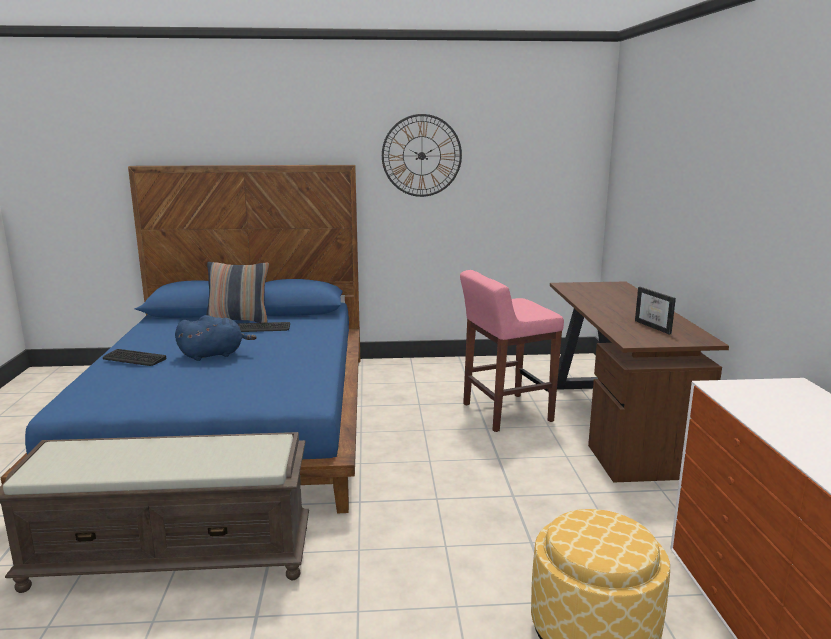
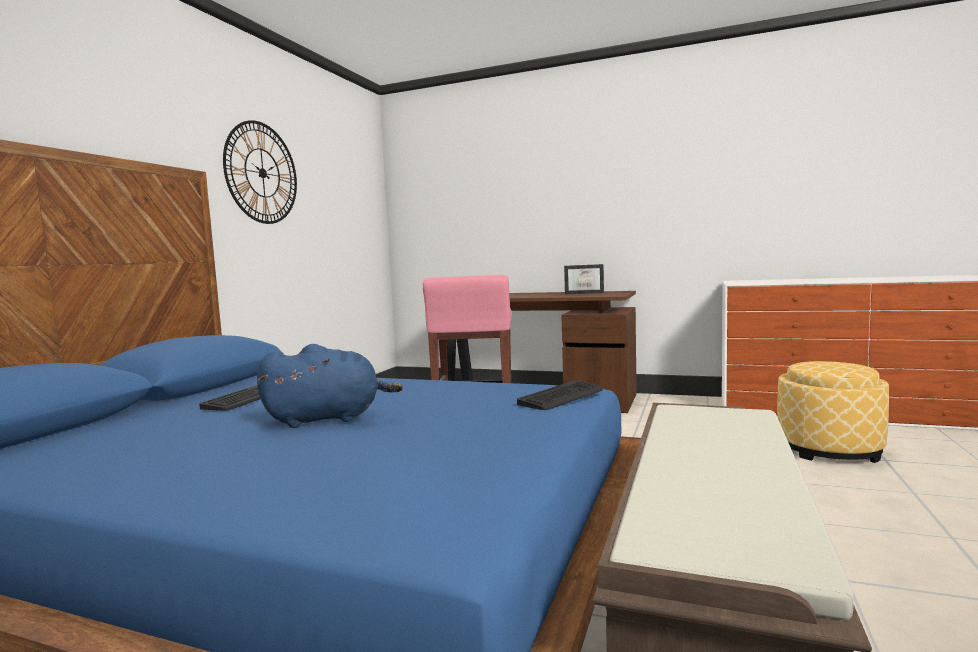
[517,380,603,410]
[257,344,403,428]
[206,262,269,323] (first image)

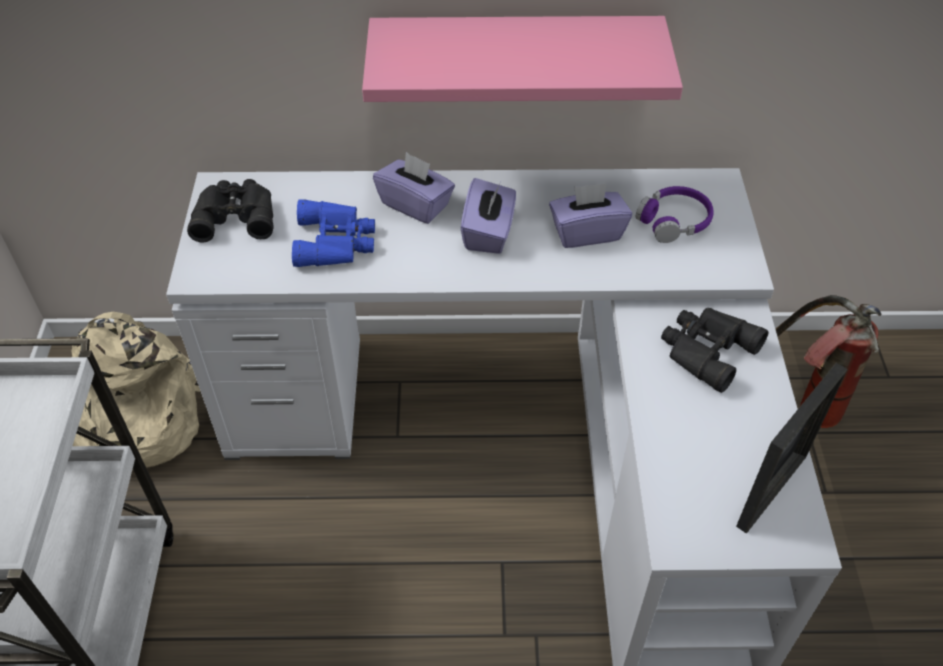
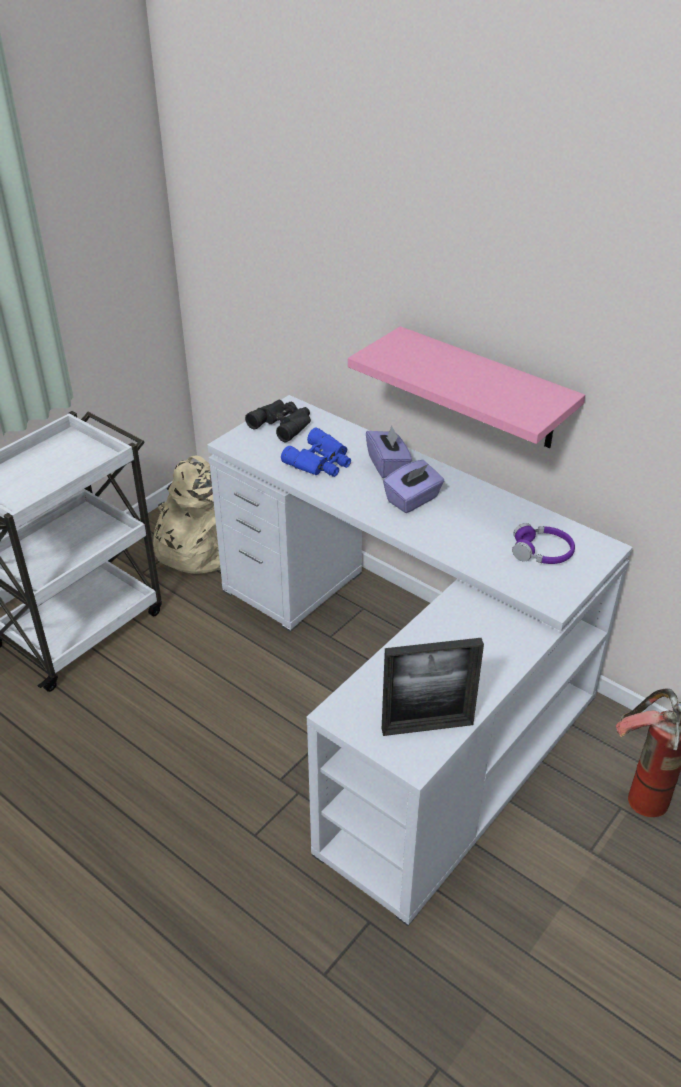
[549,183,632,248] (first image)
[661,308,769,393] (first image)

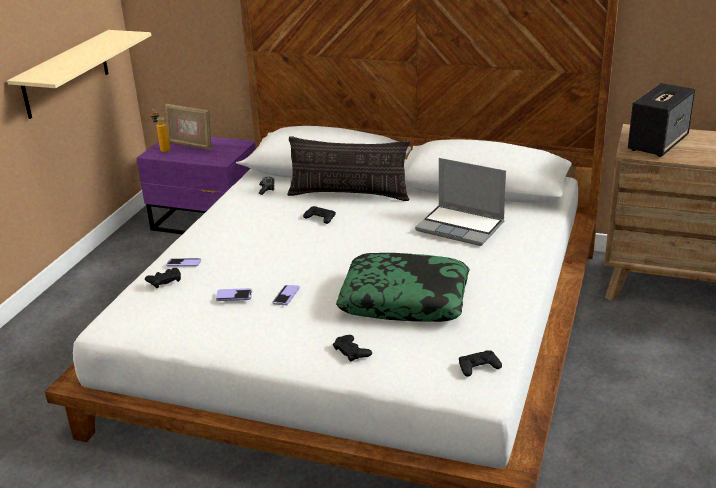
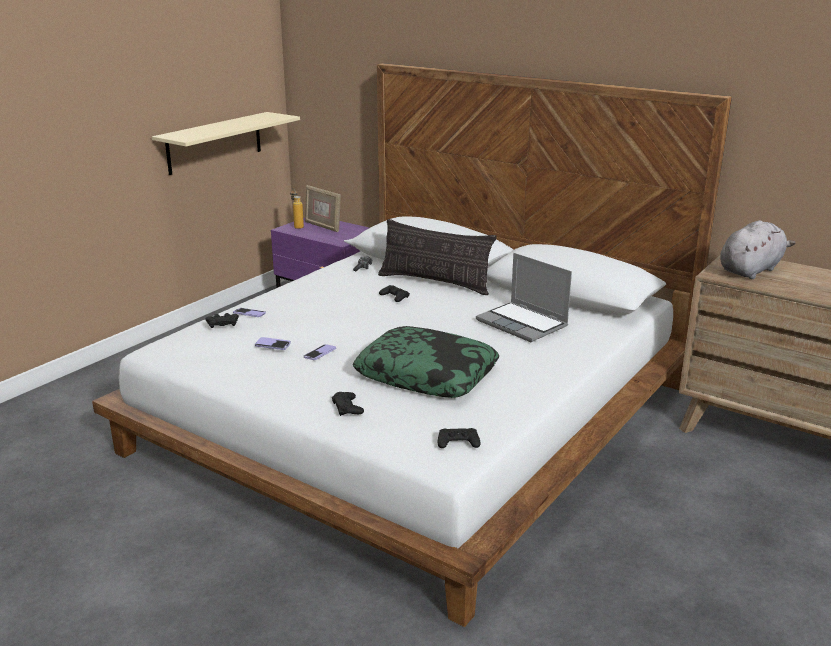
[720,220,795,279]

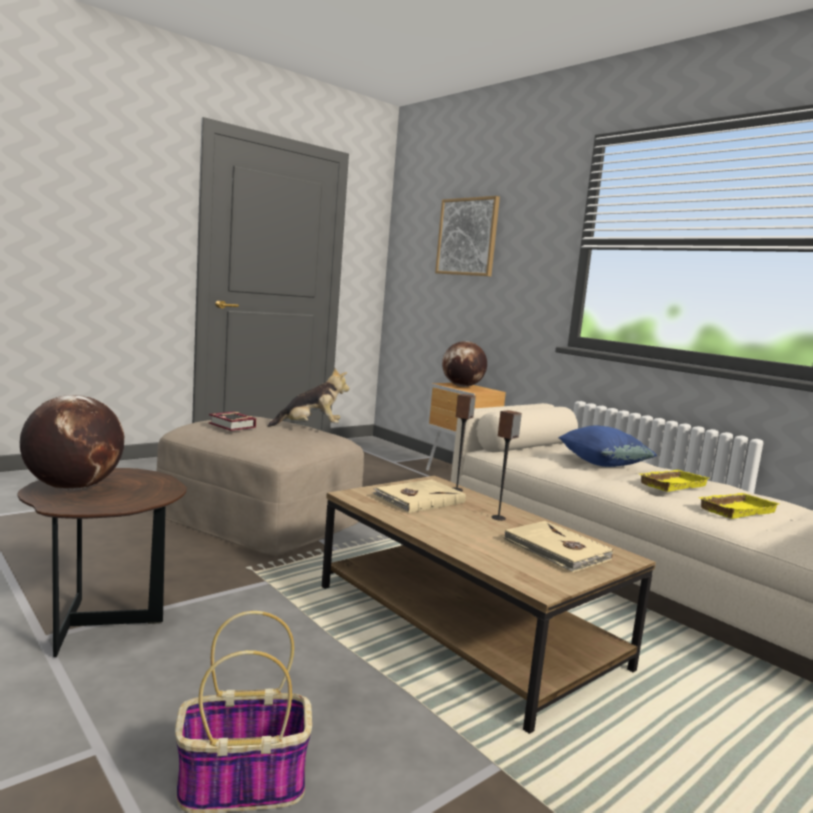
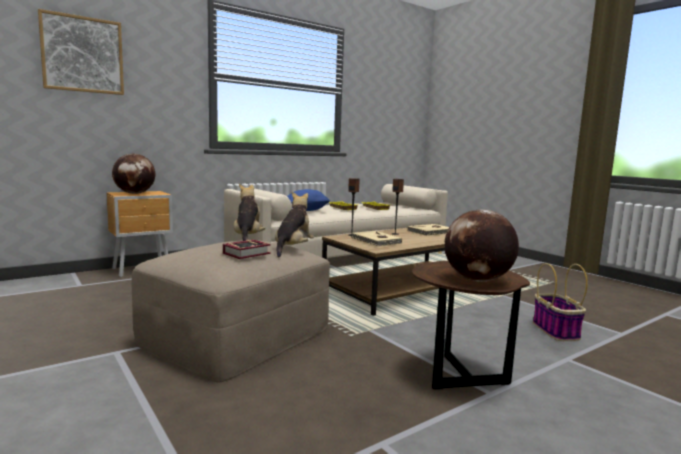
[275,192,314,257]

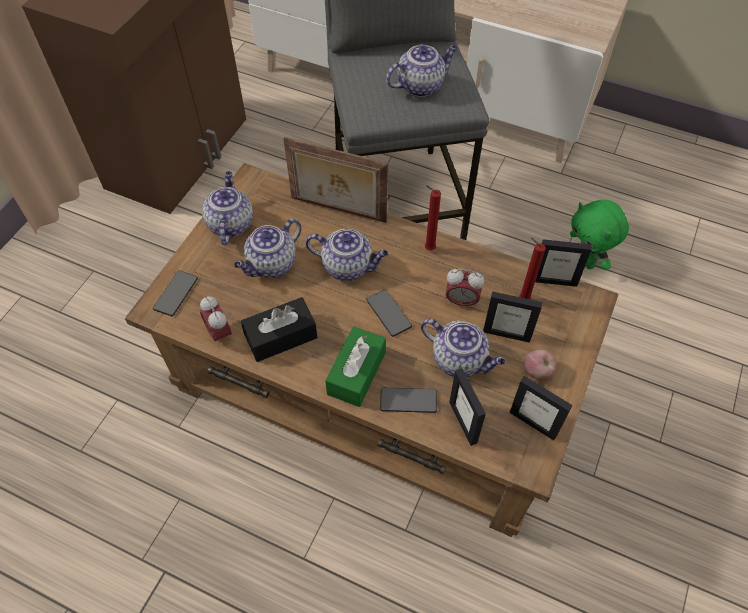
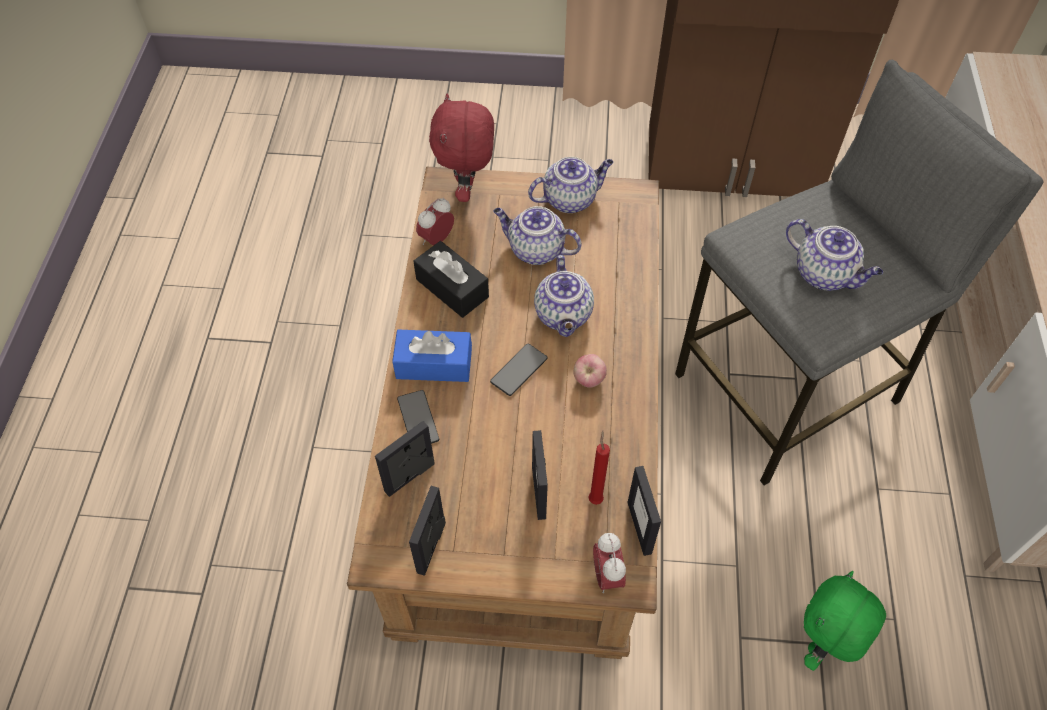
[429,93,494,202]
[284,137,388,223] (first image)
[392,330,472,382]
[421,319,505,377] (first image)
[425,185,441,251] (first image)
[593,533,626,593]
[573,354,607,388]

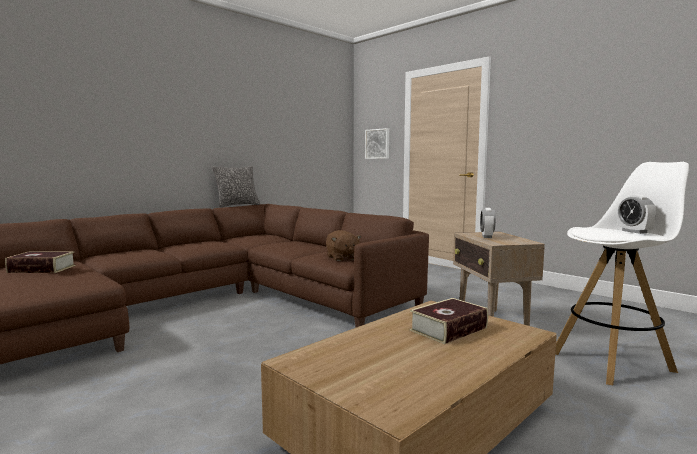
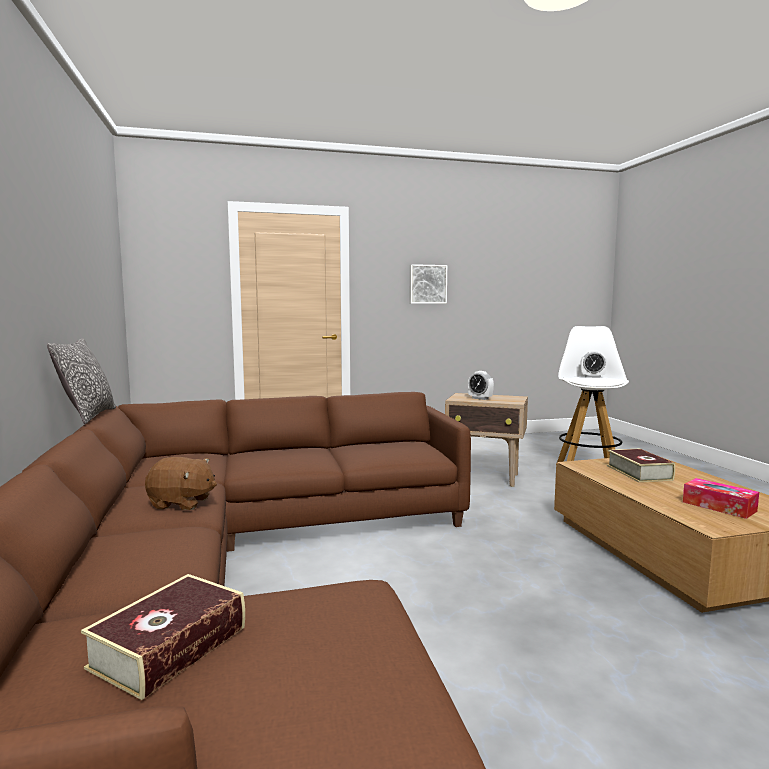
[145,457,217,510]
[410,264,447,304]
[683,478,759,519]

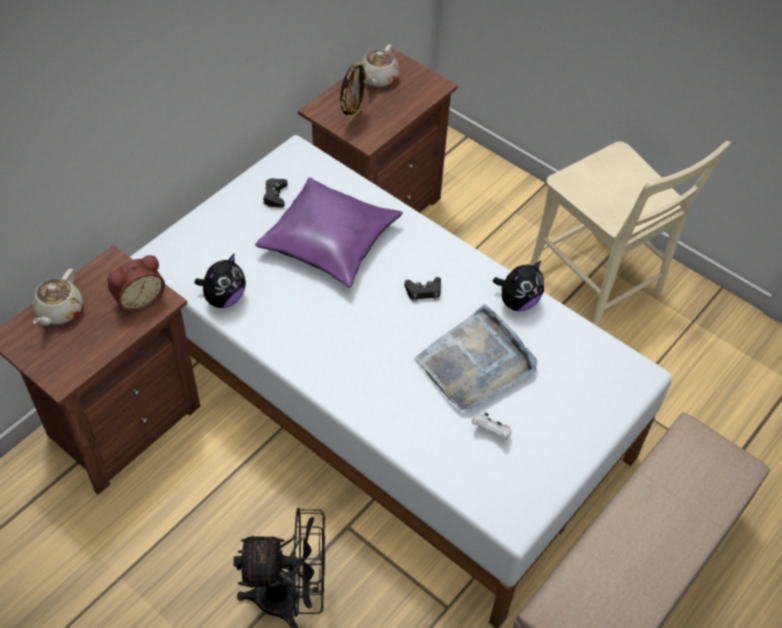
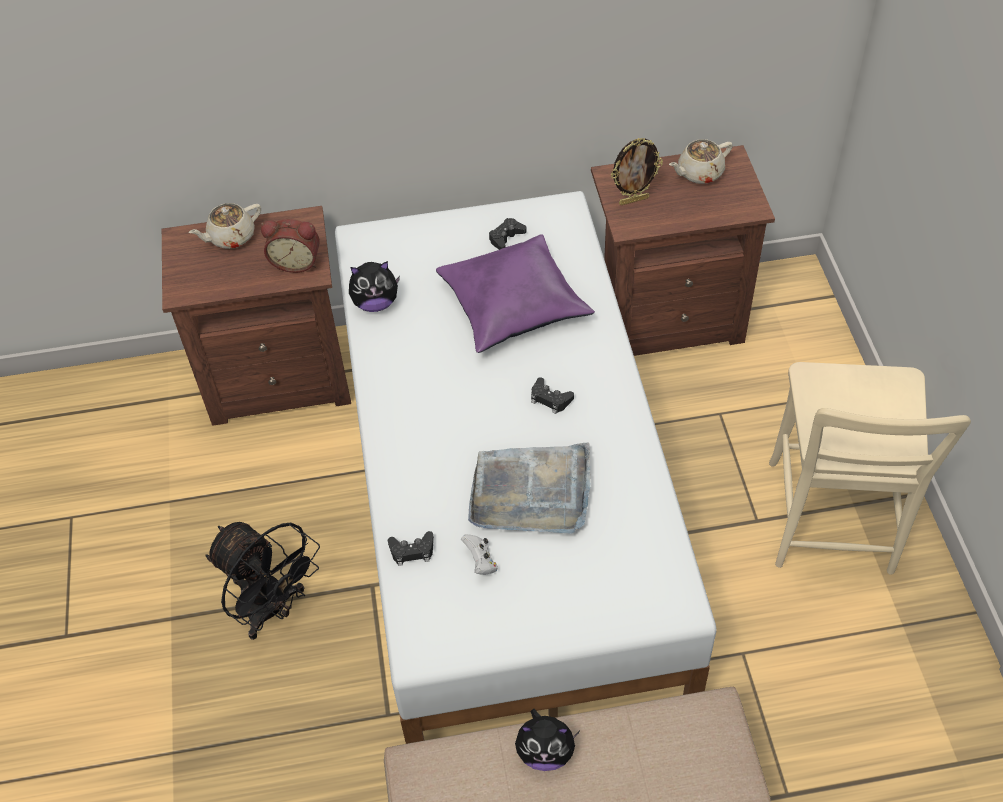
[515,709,580,771]
[388,531,434,566]

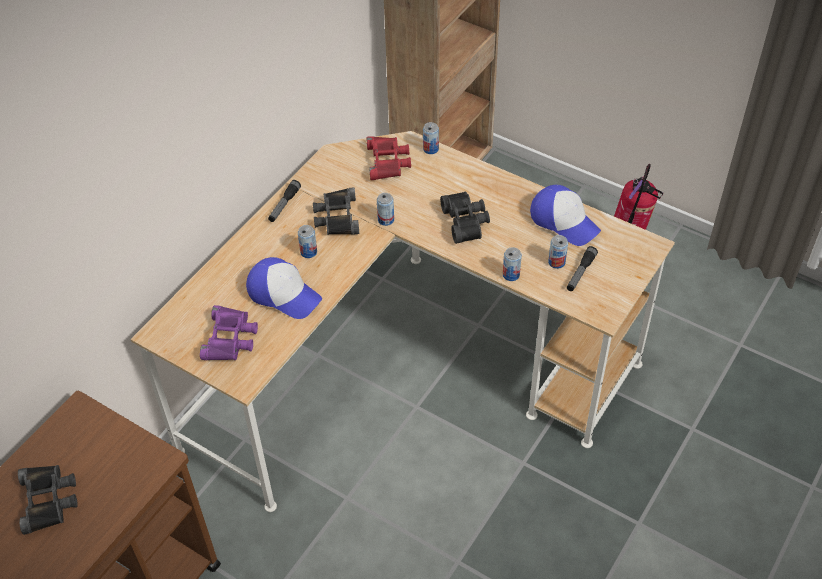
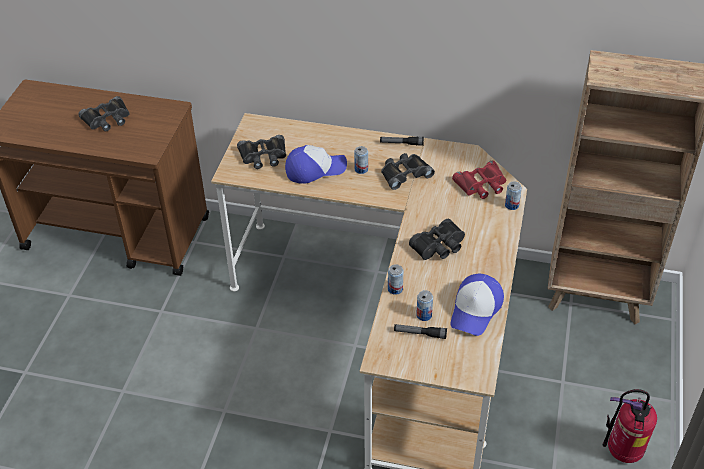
[237,135,286,169]
[285,145,347,184]
[377,193,394,226] (first image)

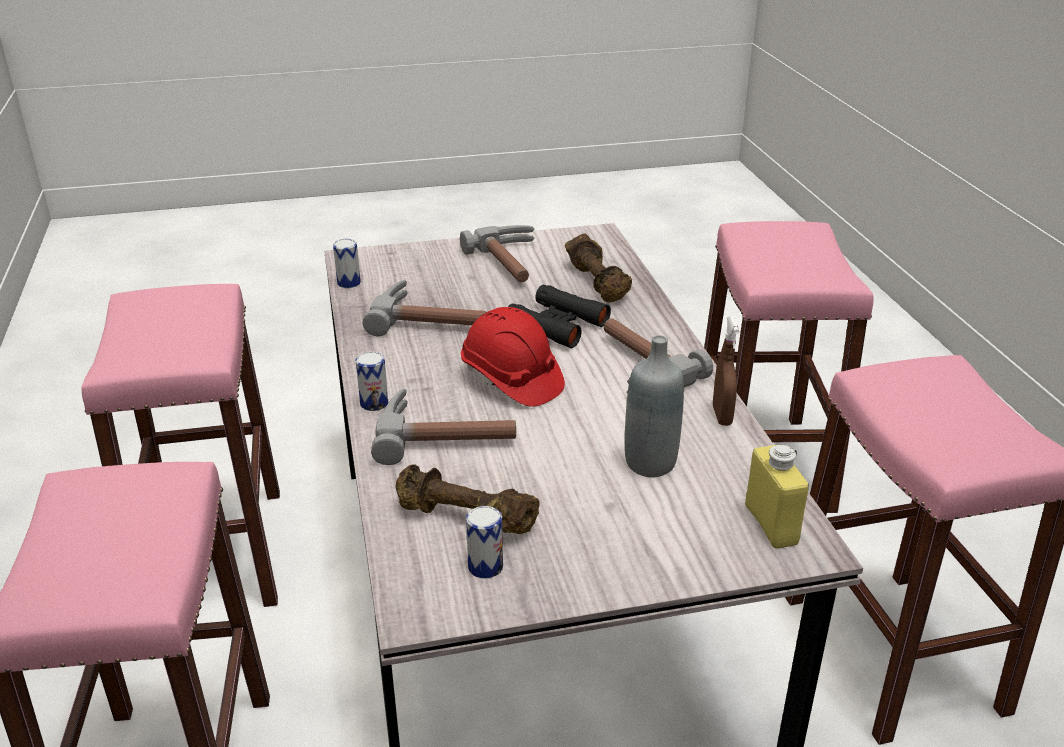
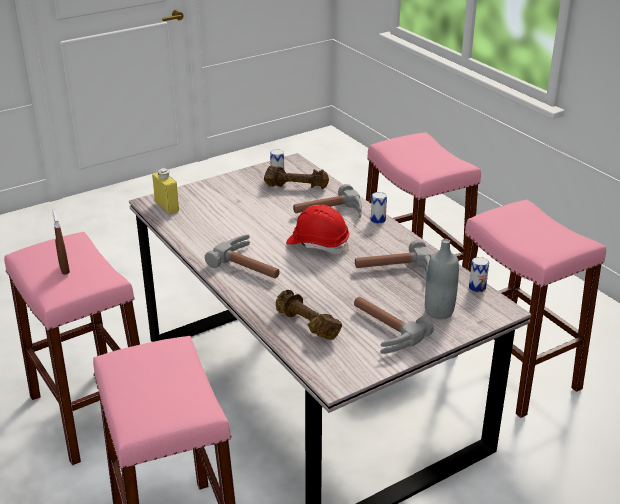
[508,285,611,348] (first image)
[425,239,459,319]
[52,209,70,275]

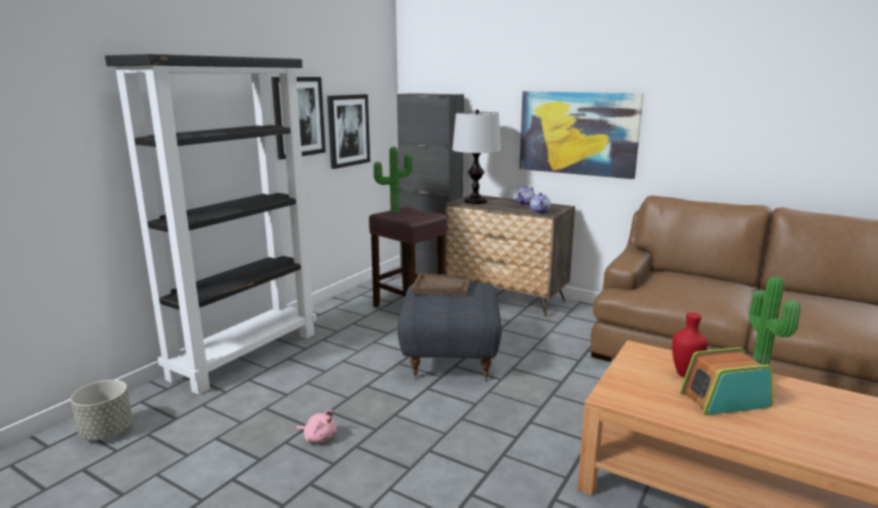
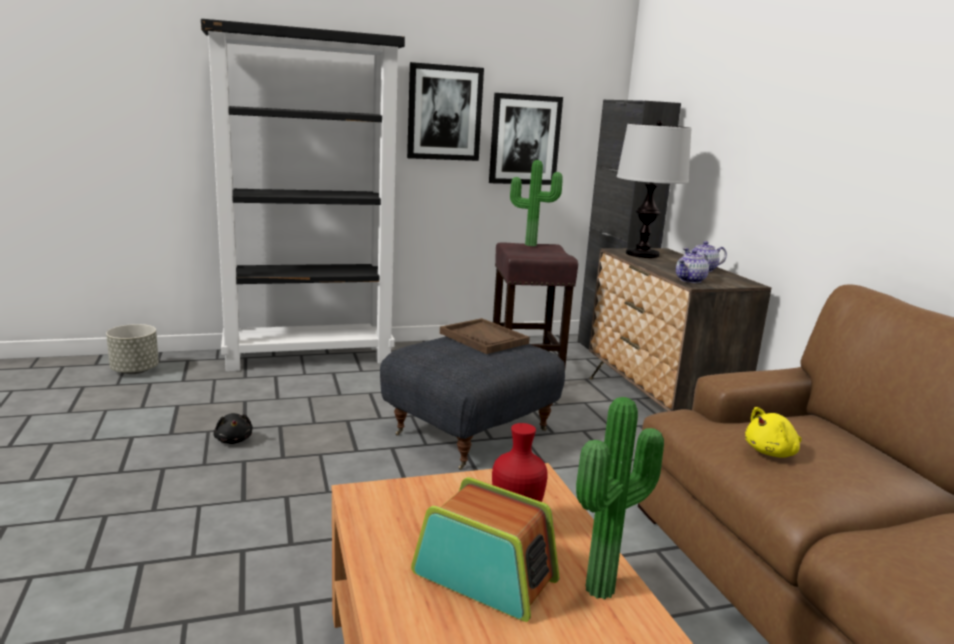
[213,413,253,444]
[519,91,644,179] (first image)
[745,407,801,457]

